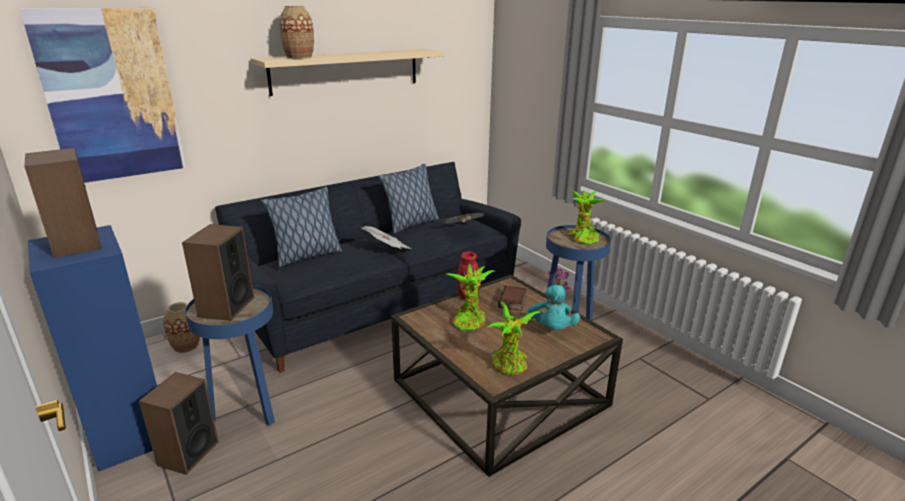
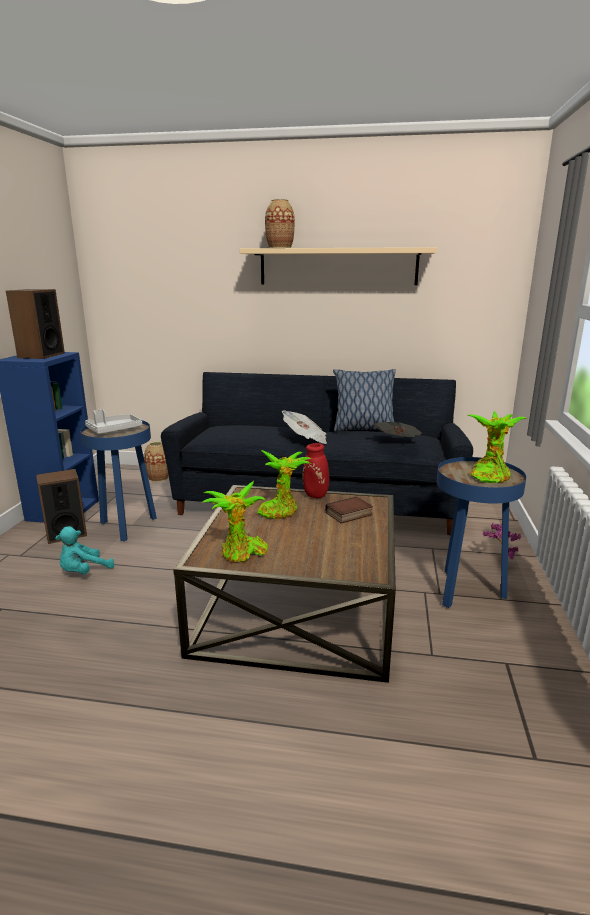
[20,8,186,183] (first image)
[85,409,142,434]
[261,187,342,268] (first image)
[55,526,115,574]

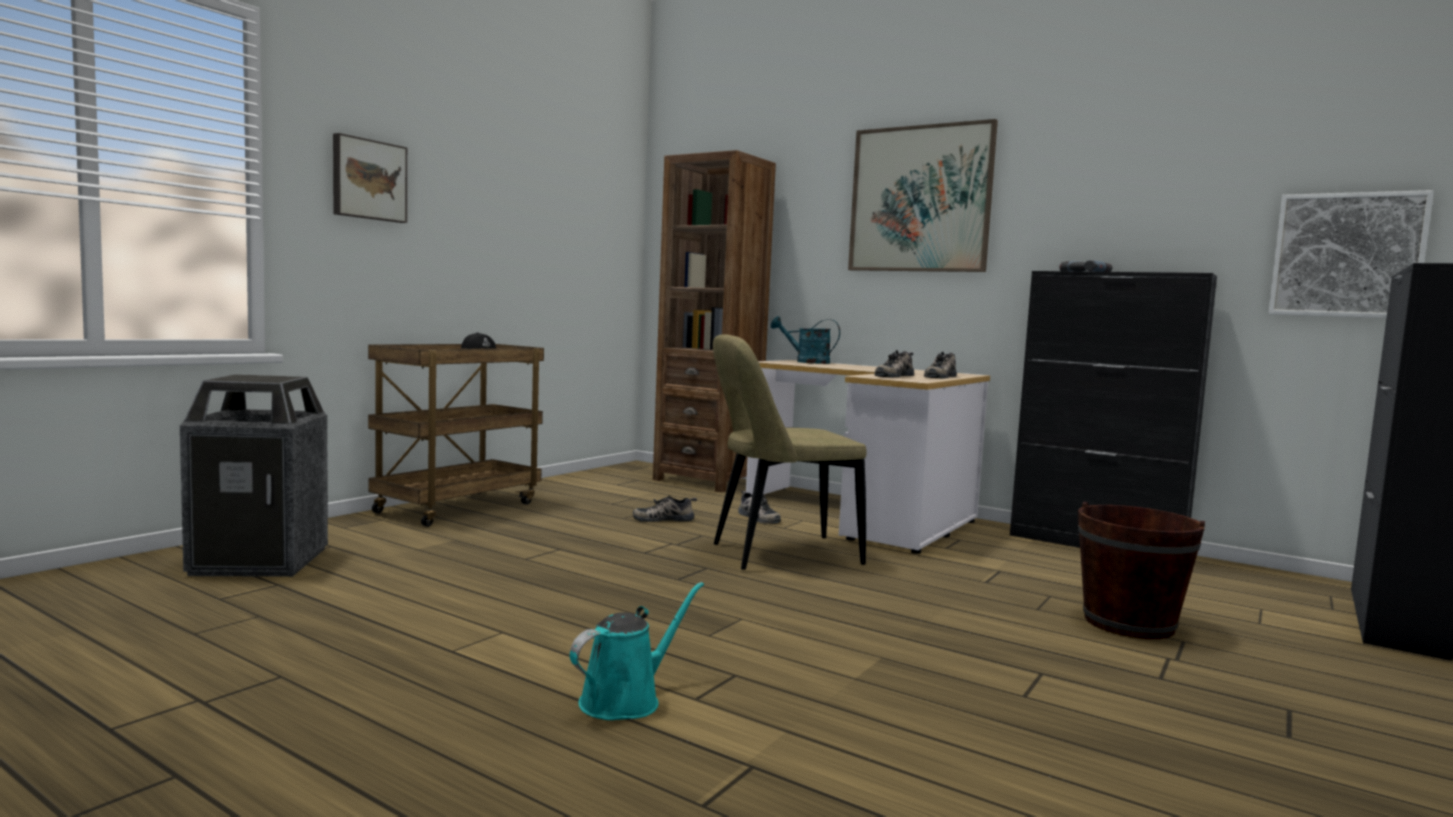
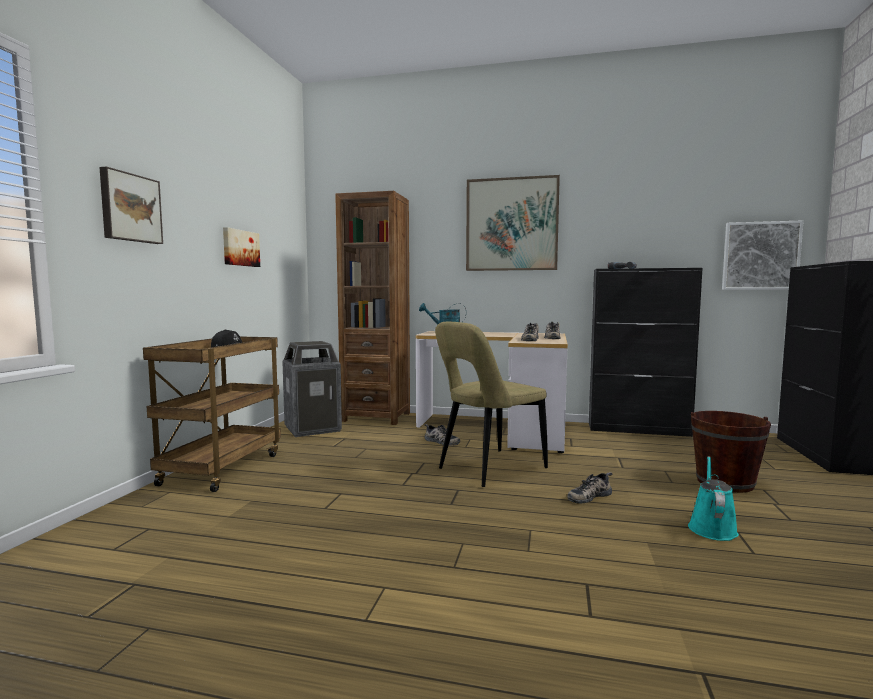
[282,341,342,437]
[688,456,739,541]
[567,472,613,504]
[223,227,260,267]

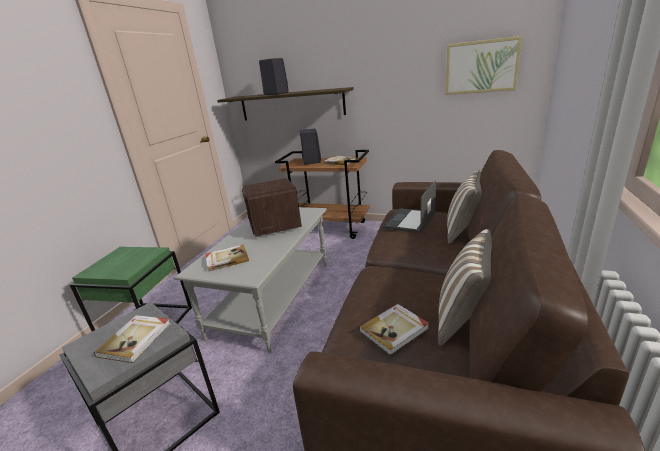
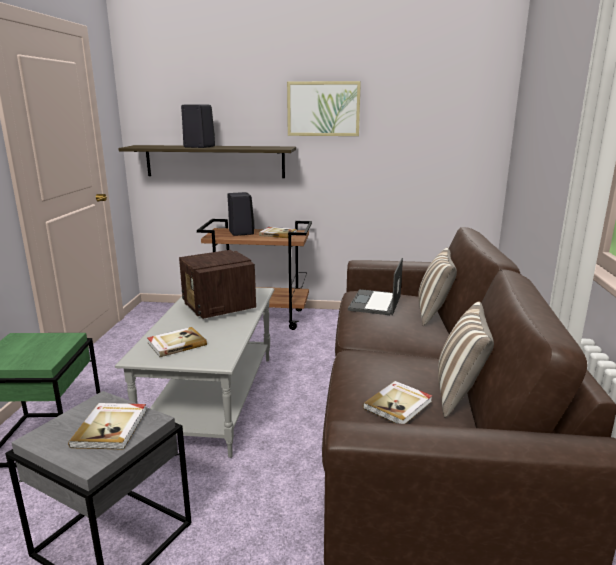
[287,81,361,136]

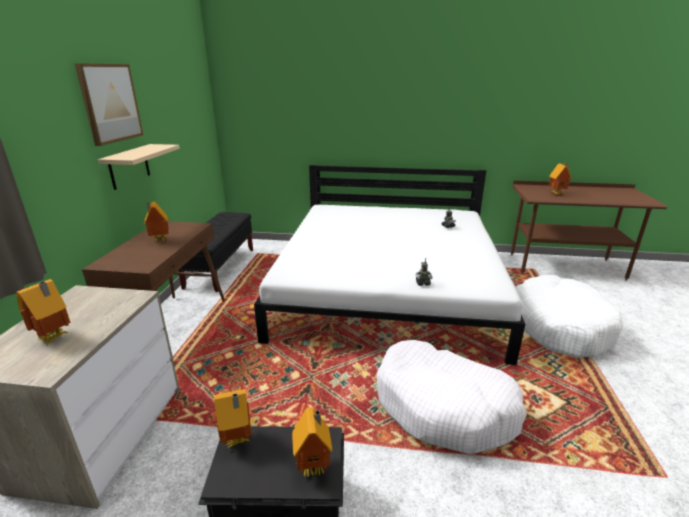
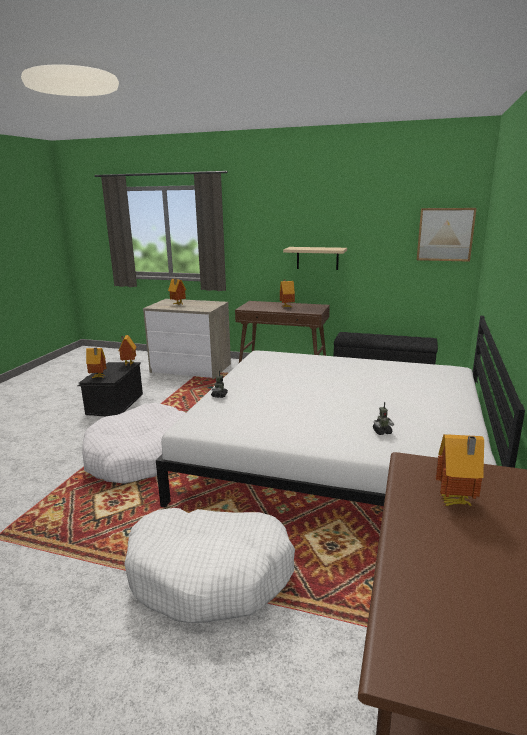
[417,208,477,262]

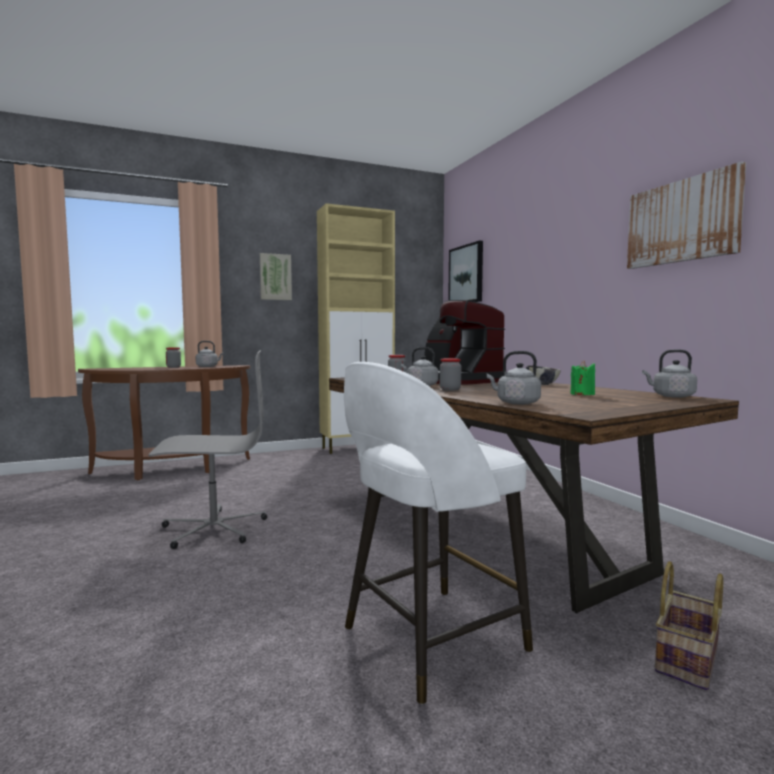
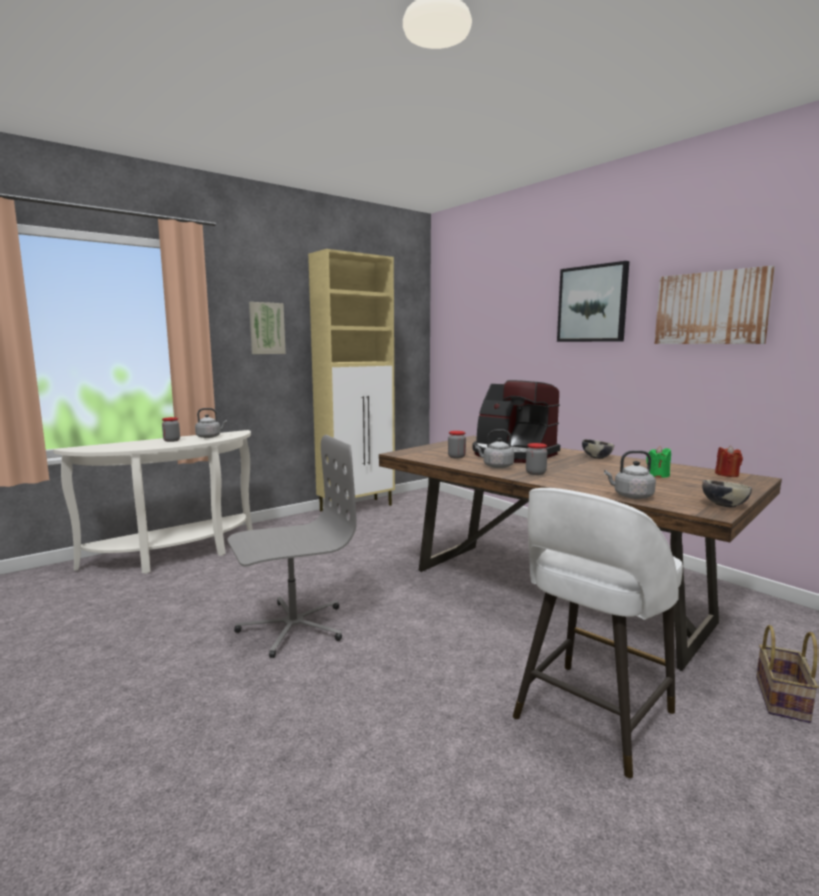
[53,430,253,574]
[557,261,629,342]
[715,446,743,477]
[702,480,752,507]

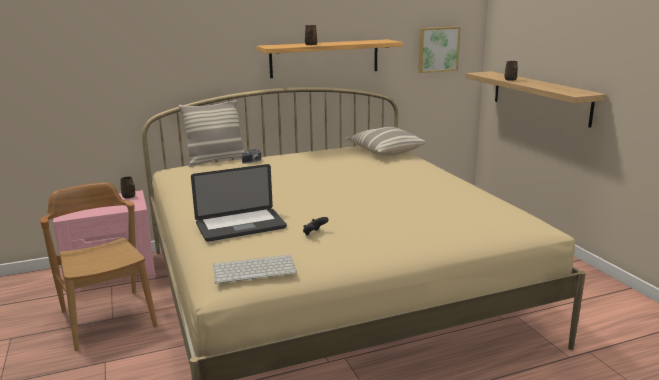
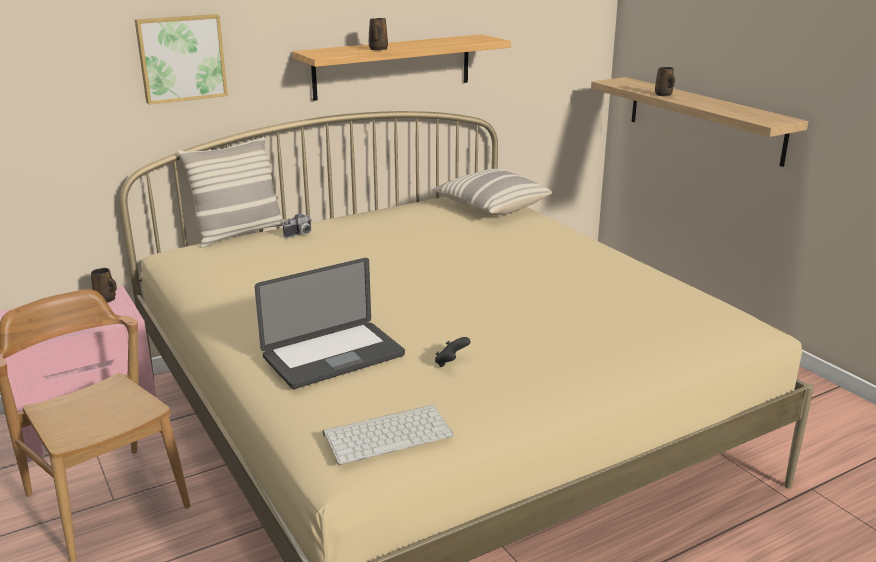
[135,14,228,105]

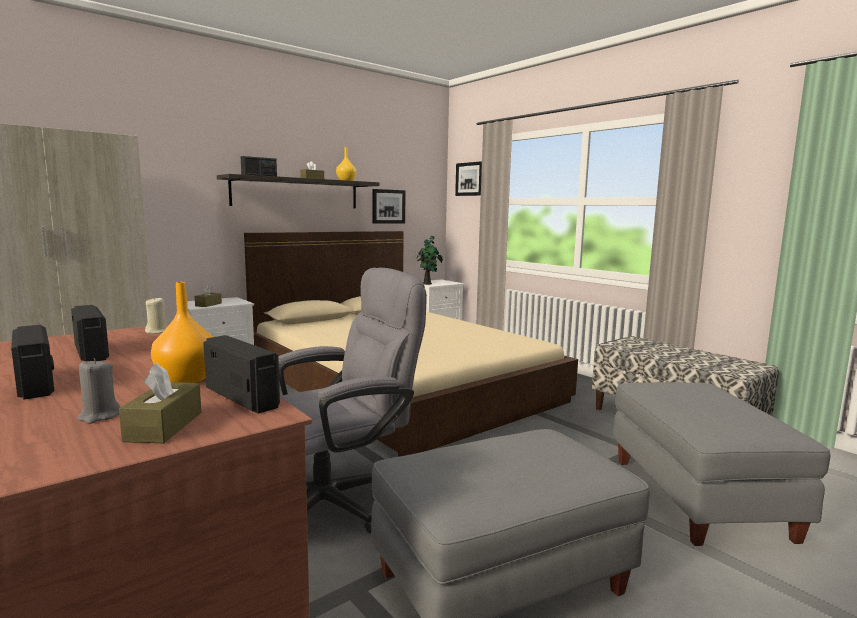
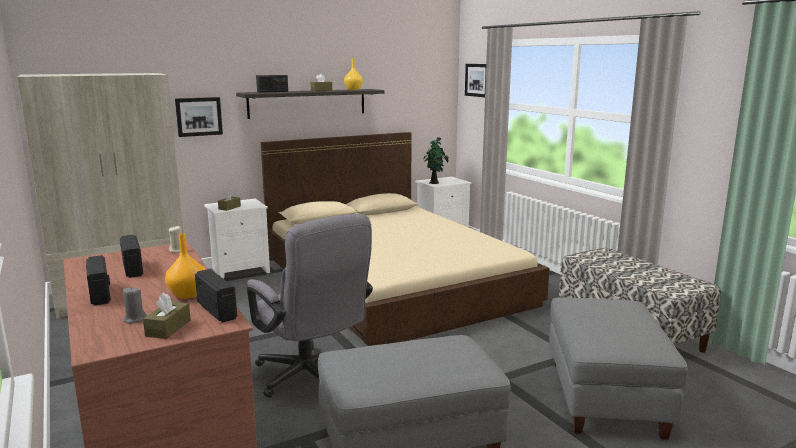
[247,214,373,398]
[175,97,223,137]

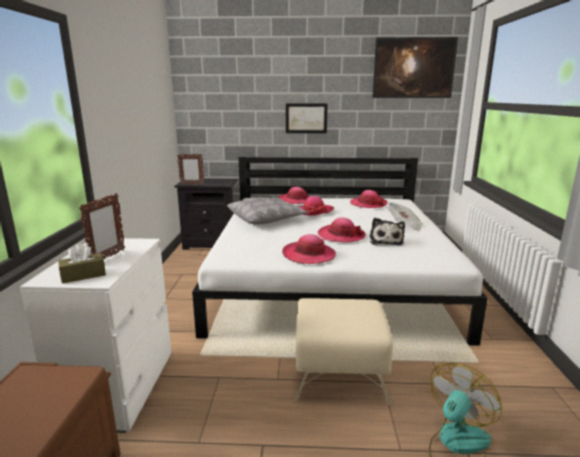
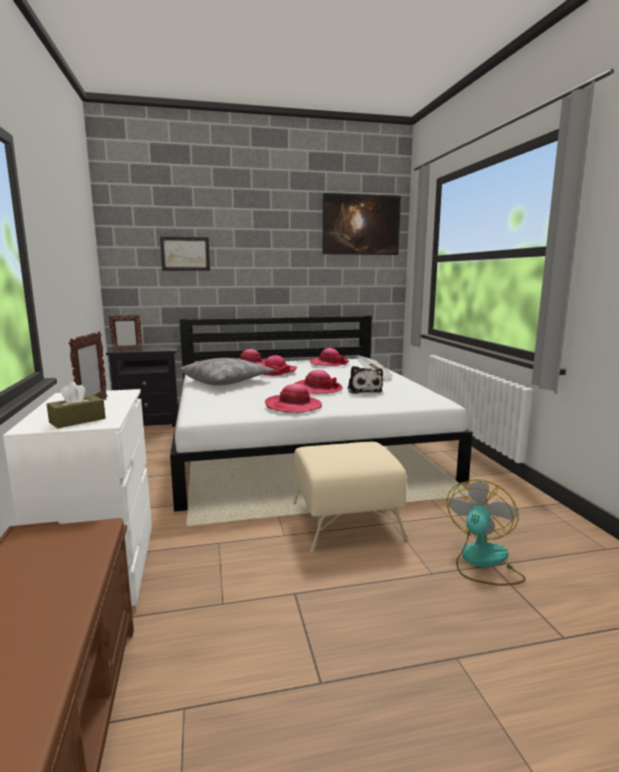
[160,236,210,271]

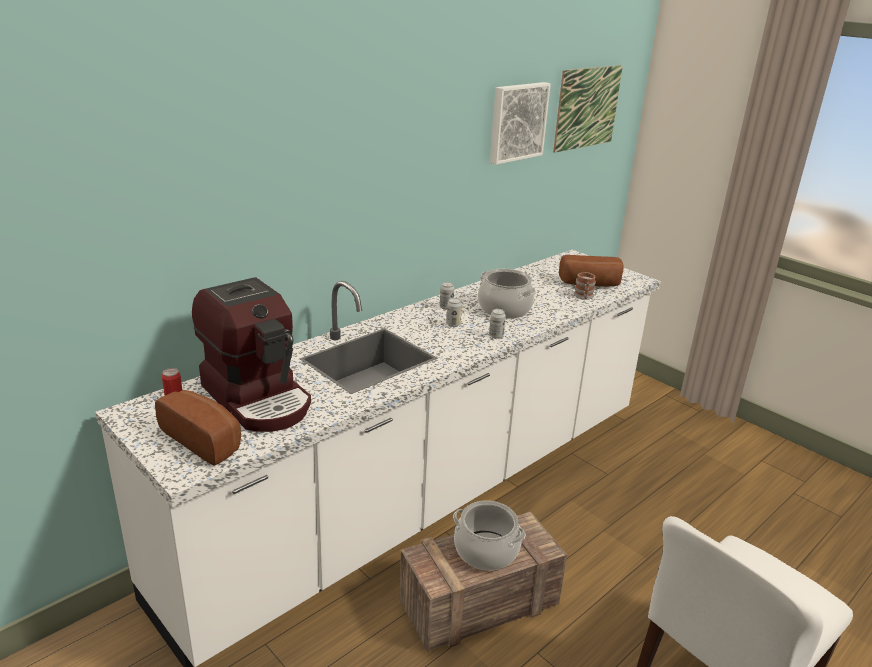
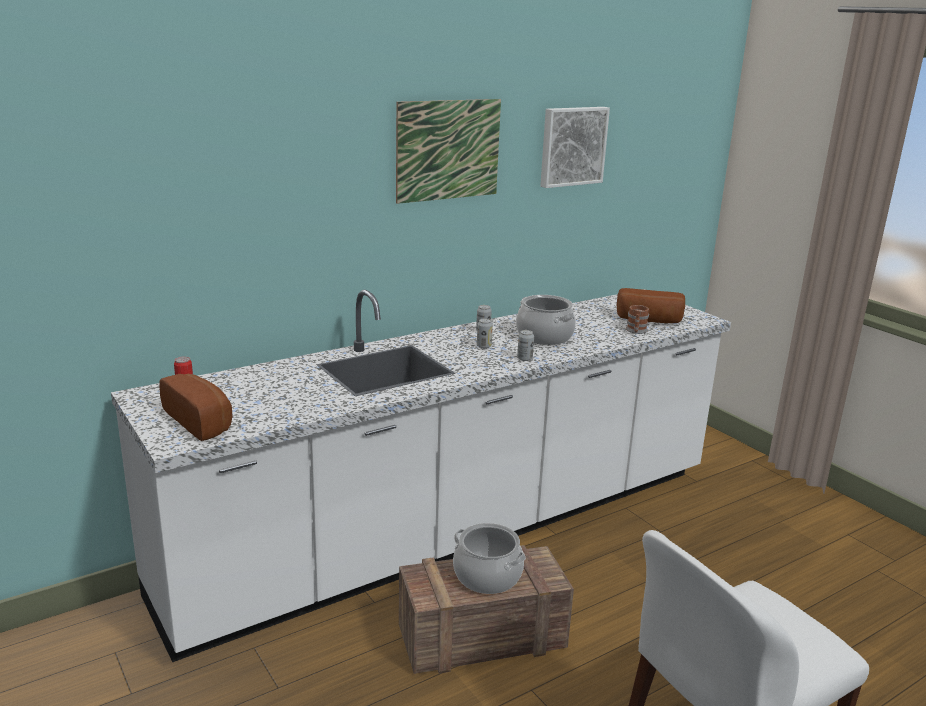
[192,277,311,432] (first image)
[396,99,501,204]

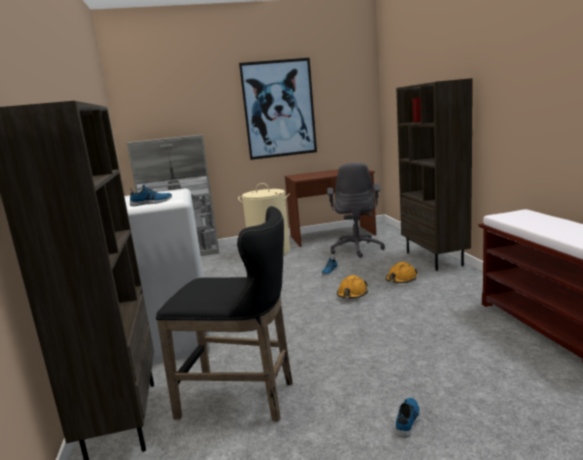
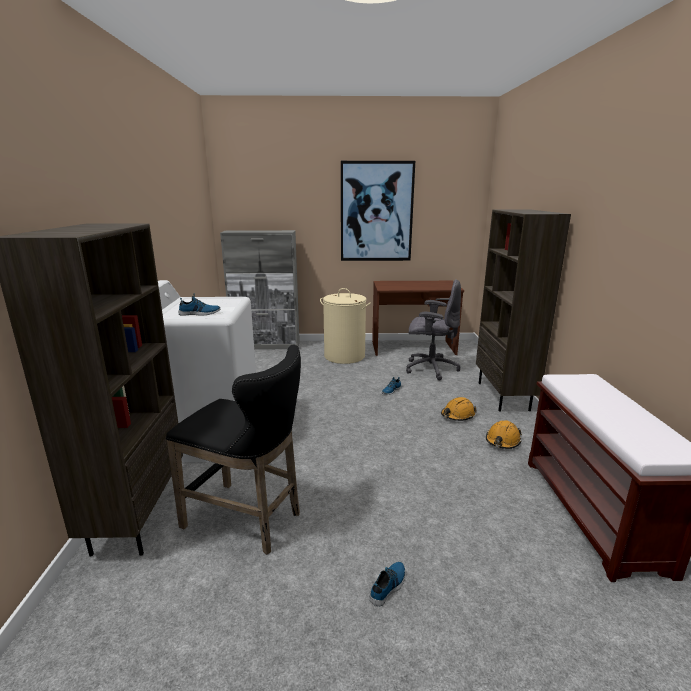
[406,279,461,380]
[486,420,522,449]

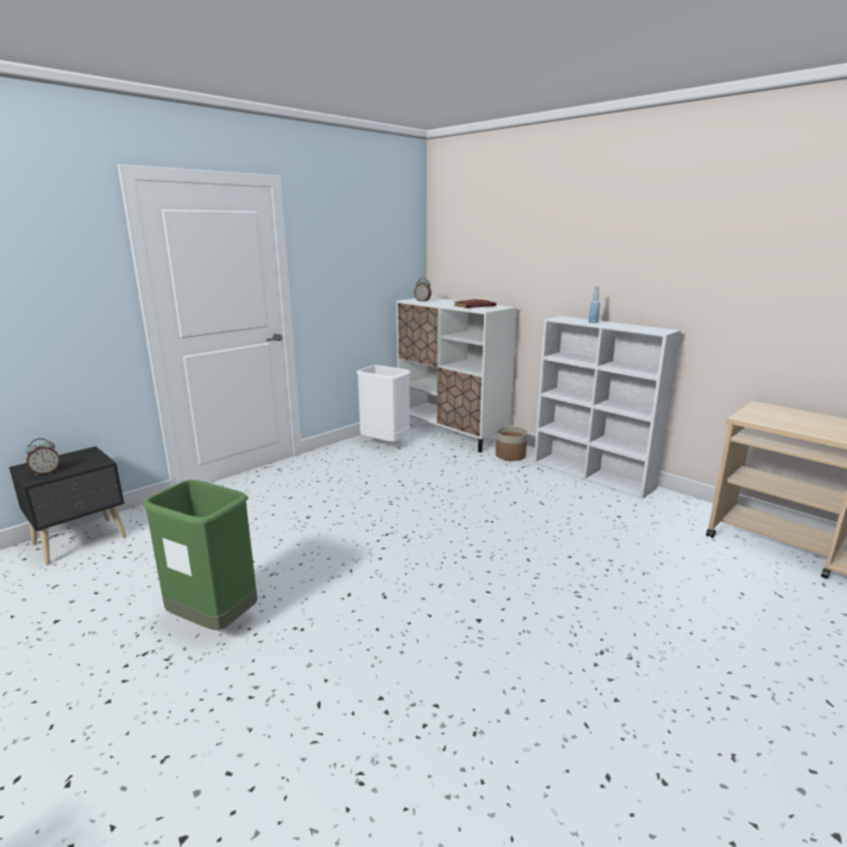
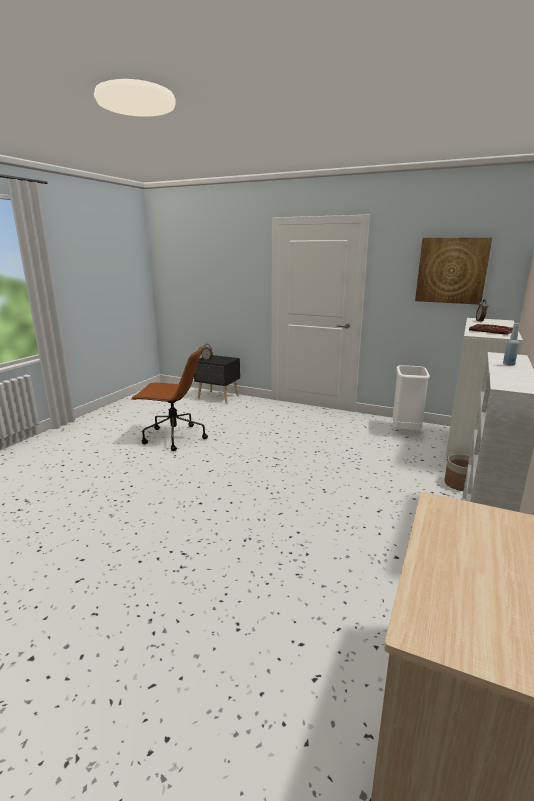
[131,346,208,451]
[415,237,492,305]

